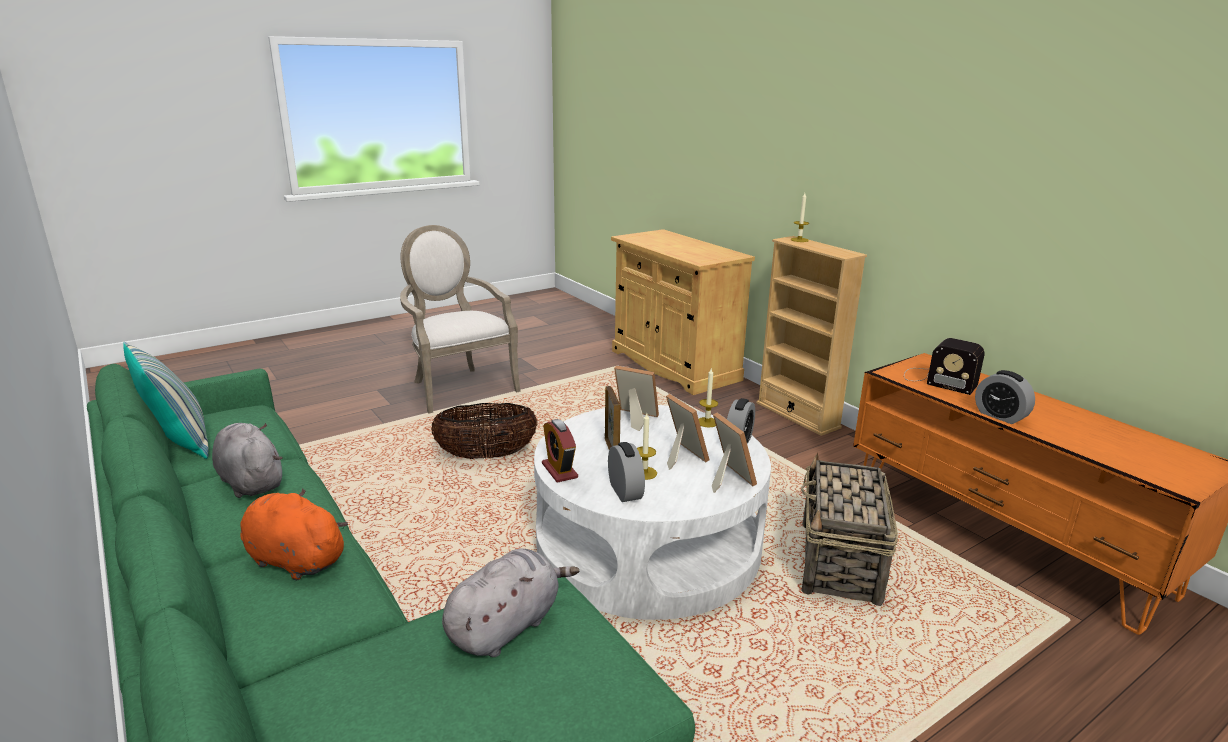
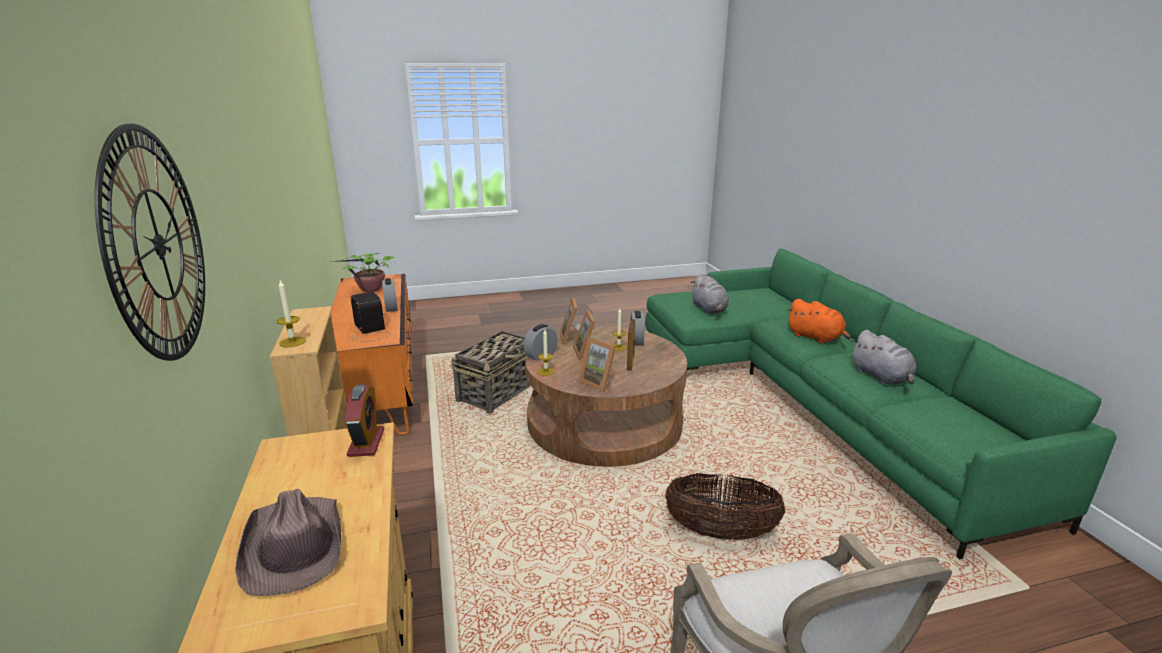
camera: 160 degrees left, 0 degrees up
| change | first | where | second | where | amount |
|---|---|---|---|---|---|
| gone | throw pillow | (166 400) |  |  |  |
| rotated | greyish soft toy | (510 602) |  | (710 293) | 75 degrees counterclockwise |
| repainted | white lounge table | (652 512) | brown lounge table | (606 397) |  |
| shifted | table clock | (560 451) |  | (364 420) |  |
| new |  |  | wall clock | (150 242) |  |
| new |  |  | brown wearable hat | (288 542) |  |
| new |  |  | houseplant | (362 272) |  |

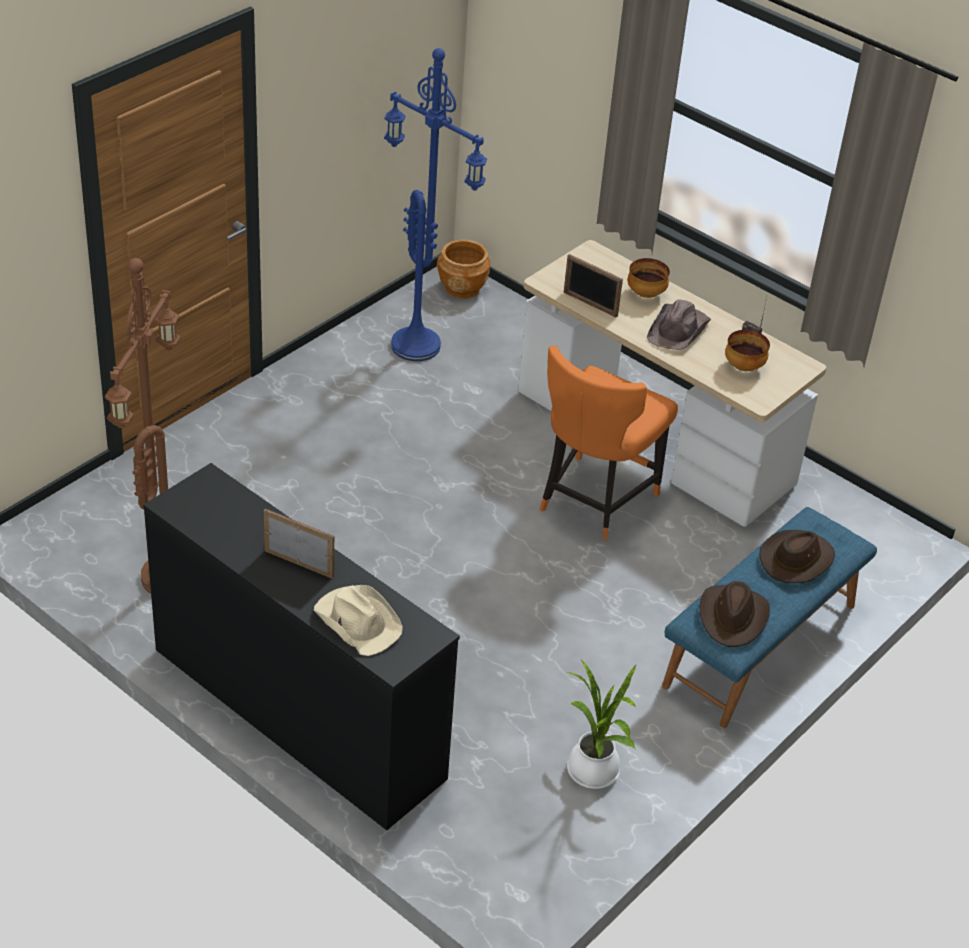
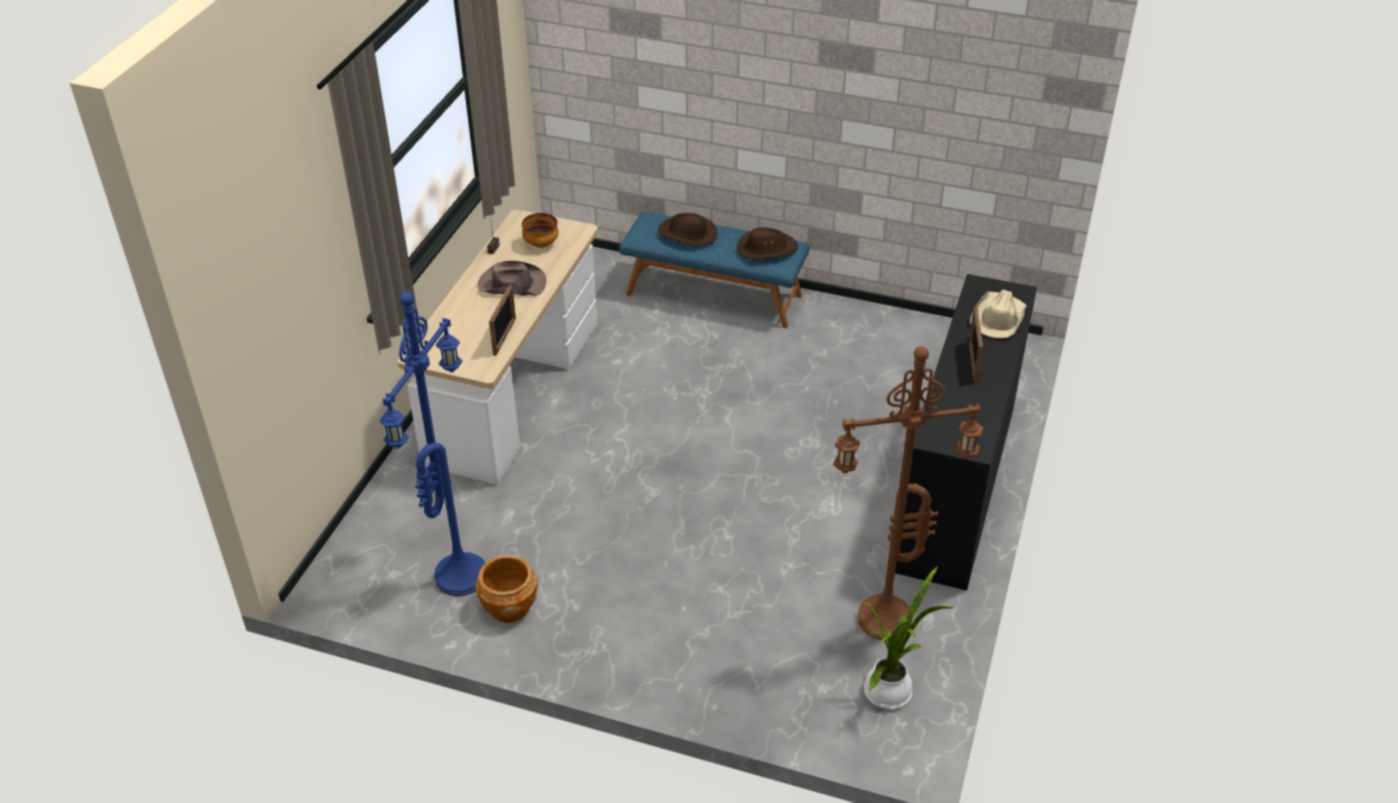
camera: 110 degrees left, 0 degrees up
| change | first | where | second | where | amount |
|---|---|---|---|---|---|
| shifted | brown flower pot | (464 269) |  | (507 589) |  |
| gone | orange-coloured upright chair | (609 443) |  |  |  |
| shifted | houseplant | (602 724) |  | (908 637) |  |
| gone | bowl | (649 278) |  |  |  |

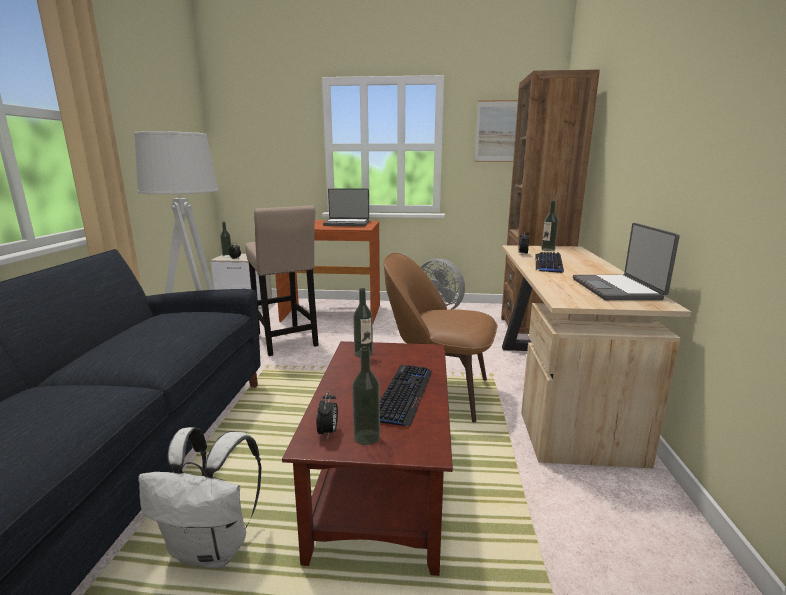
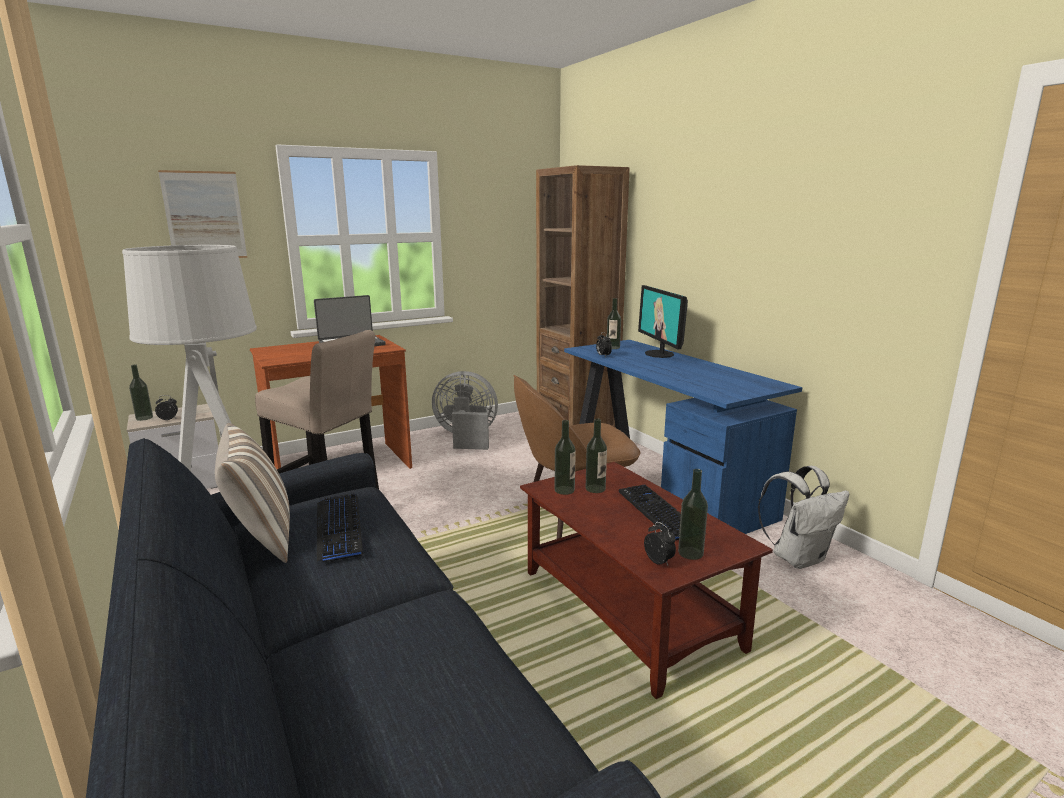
camera: 35 degrees left, 0 degrees up
| change | first | where | second | where | amount |
|---|---|---|---|---|---|
| shifted | white rucksack | (200 497) |  | (803 517) |  |
| shifted | picture | (496 131) |  | (202 214) |  |
| repainted | beige-coloured desk | (596 357) | blue desk | (683 437) |  |
| shifted | computer keyboard | (549 262) |  | (340 528) |  |
| gone | portable computer | (626 261) |  |  |  |
| new |  |  | throw pillow | (252 493) |  |
| new |  |  | beverage bottle | (596 456) |  |
| new |  |  | monitor | (663 321) |  |

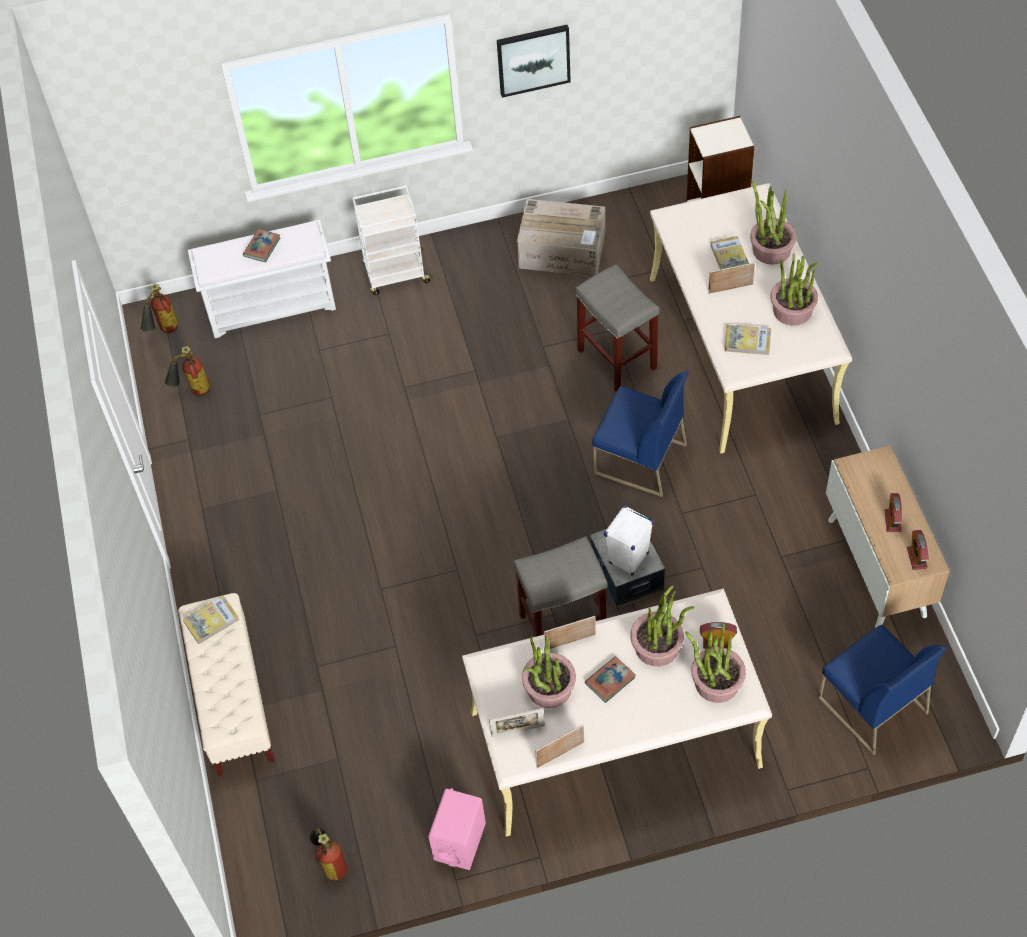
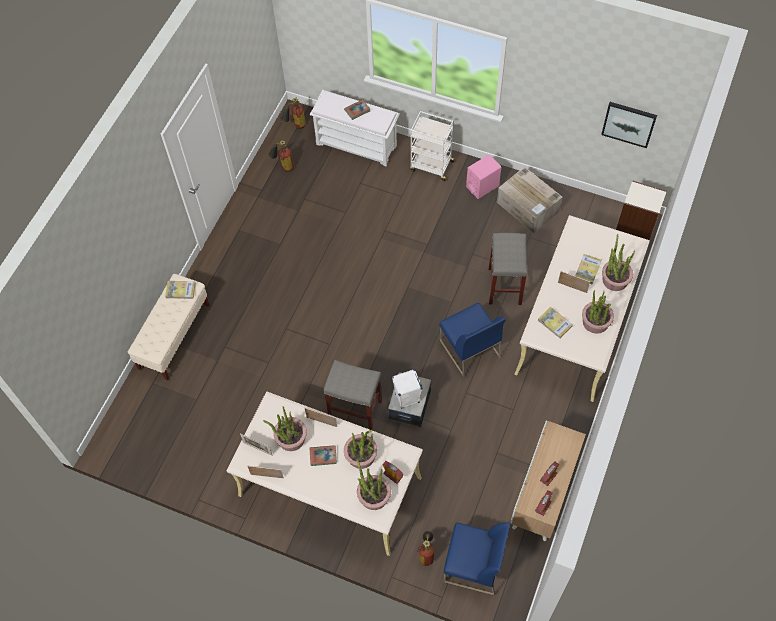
camera: 35 degrees right, 5 degrees up
| change | first | where | second | where | amount |
|---|---|---|---|---|---|
| shifted | fire extinguisher | (328 854) |  | (426 548) |  |
| shifted | pink-coloured audio speaker | (457 829) |  | (483 176) |  |
| shifted | picture | (534 61) |  | (629 125) |  |
| rotated | blue upright chair | (882 690) |  | (476 559) | 75 degrees counterclockwise |

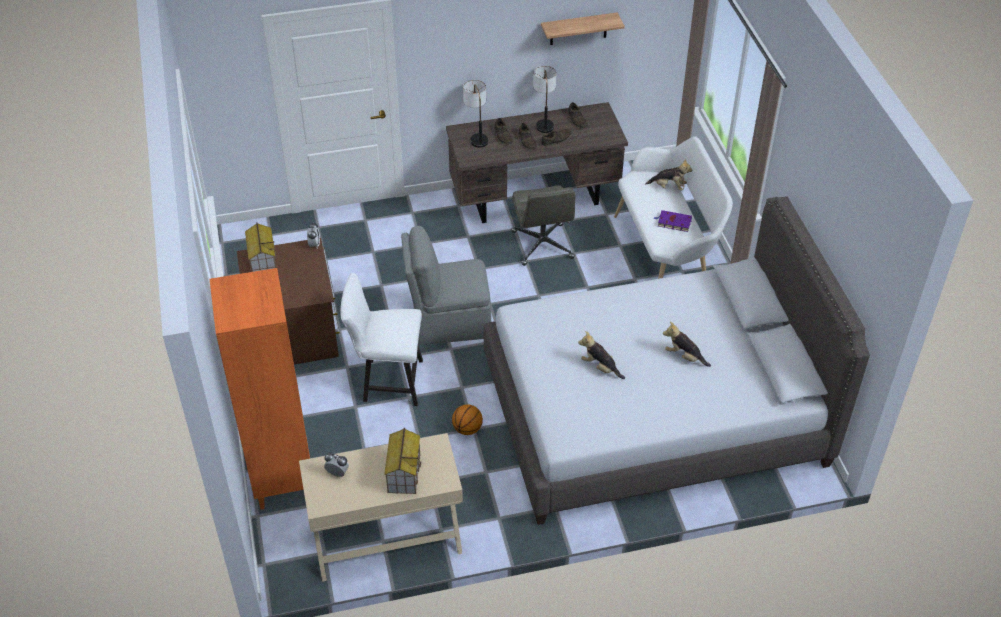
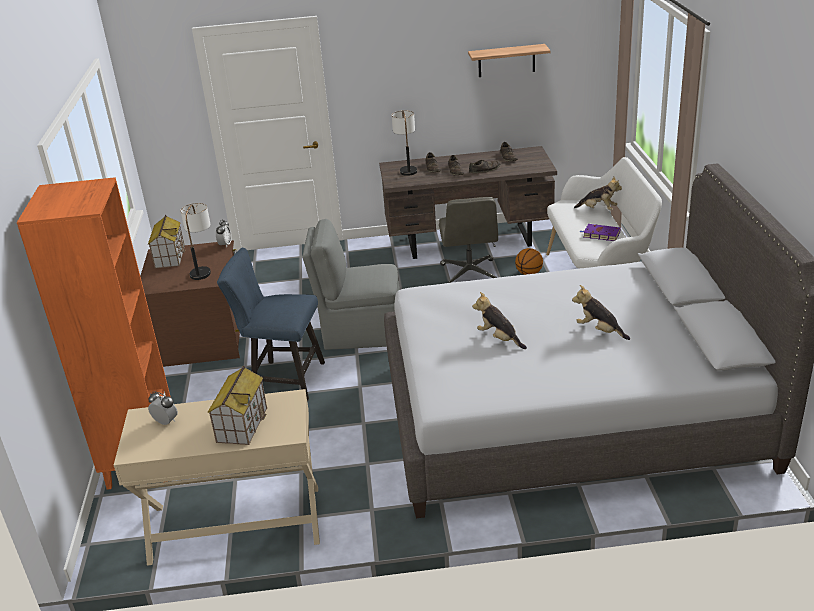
camera: 10 degrees right, 15 degrees down
| change | first | where | second | where | amount |
|---|---|---|---|---|---|
| repainted | white upright chair | (381 339) | blue upright chair | (271 324) |  |
| shifted | basketball | (467 419) |  | (529 261) |  |
| shifted | lamp for a table | (544 99) |  | (195 241) |  |

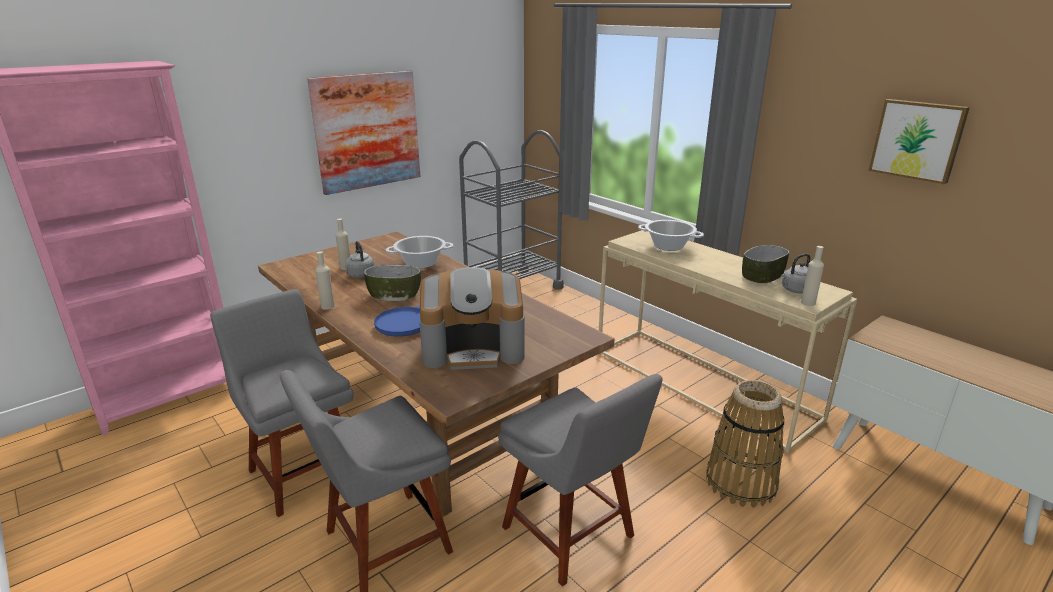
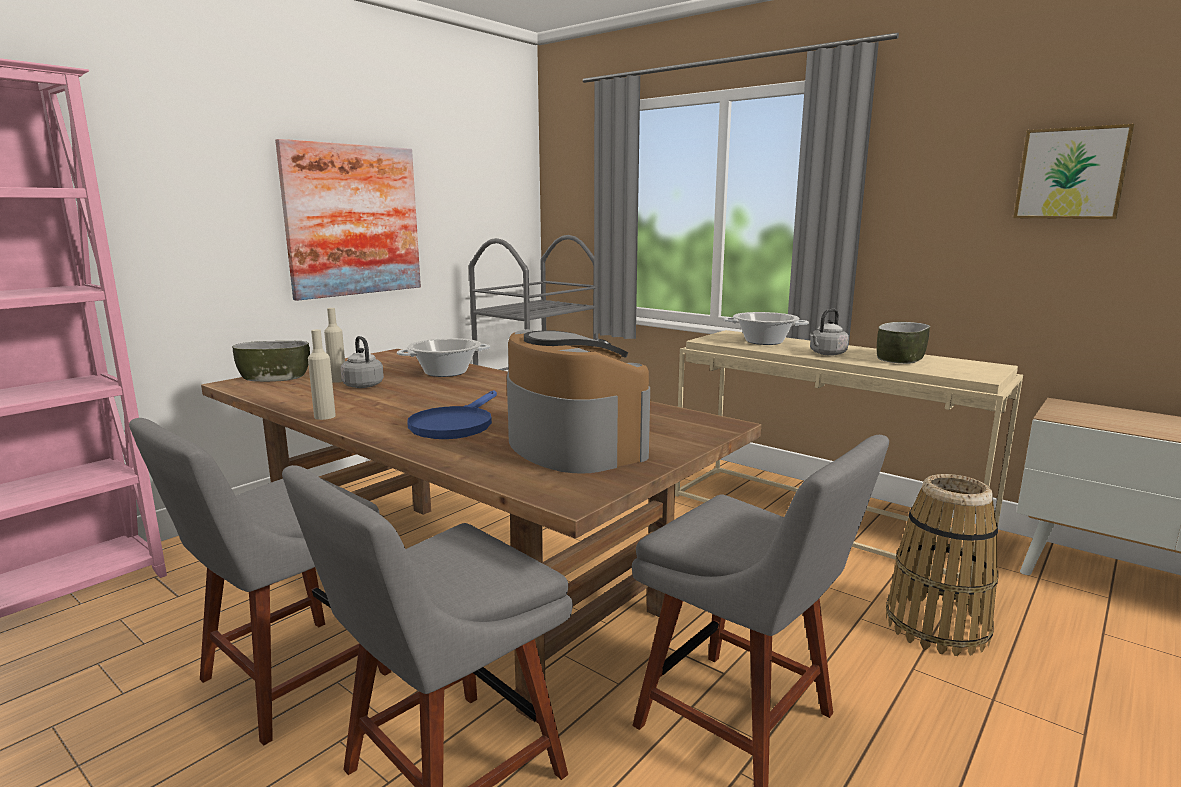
camera: 10 degrees left, 10 degrees down
| change | first | where | second | where | amount |
|---|---|---|---|---|---|
| rotated | greyish upright chair | (281 403) |  | (260 581) | 90 degrees counterclockwise |
| shifted | bowl | (392 283) |  | (271 361) |  |
| rotated | coffee machine | (471 318) |  | (578 401) | 105 degrees counterclockwise |
| shifted | greyish kettle | (795 273) |  | (829 332) |  |
| gone | beige-coloured beverage bottle | (812 276) |  |  |  |

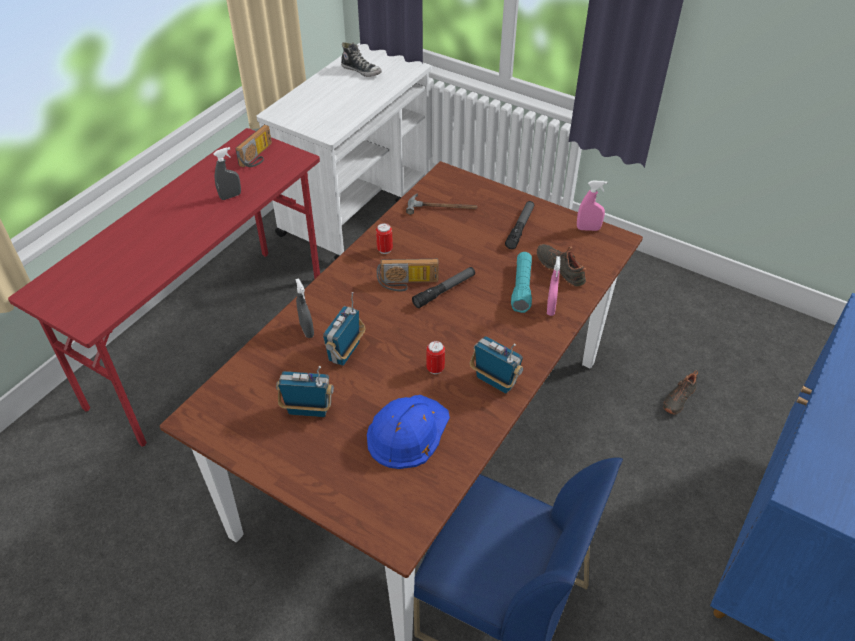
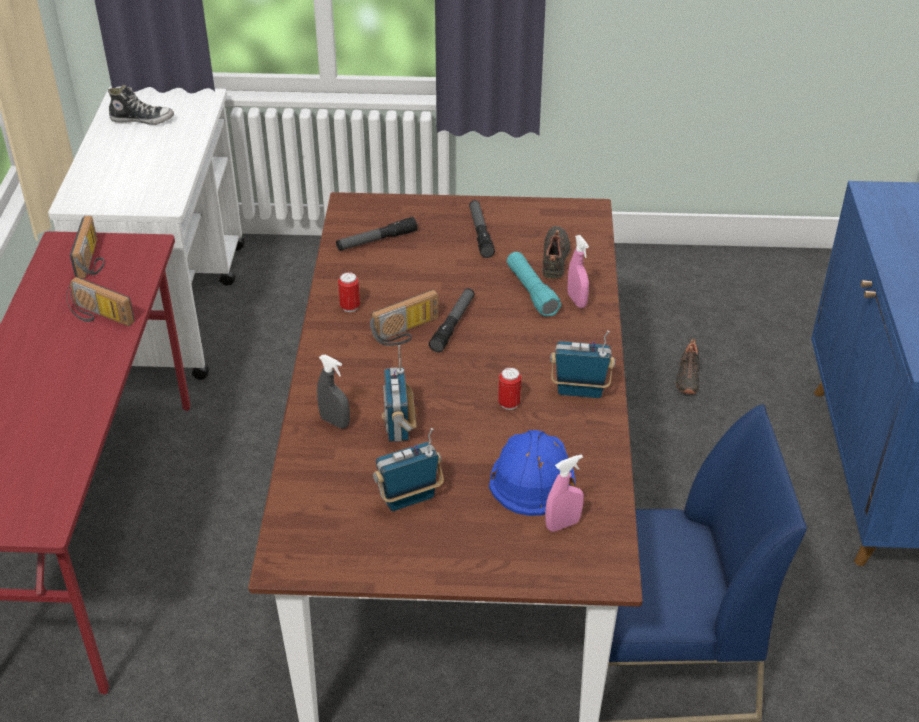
camera: 30 degrees left, 5 degrees down
| change | first | where | second | where | amount |
|---|---|---|---|---|---|
| swapped | greyish spray bottle | (227 173) | radio set | (101 301) |  |
| swapped | tool hammer | (441 204) | hand torch | (377 234) |  |
| rotated | black-coloured item of footwear | (561 265) |  | (556 253) | 75 degrees clockwise |
| shifted | pink-coloured spray bottle | (592 206) |  | (564 493) |  |

